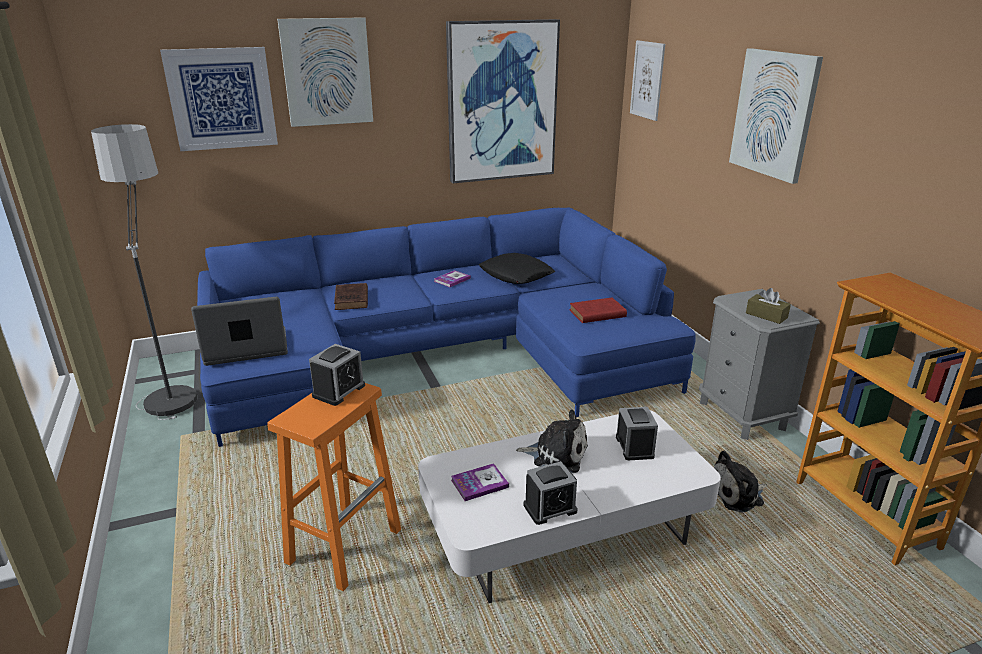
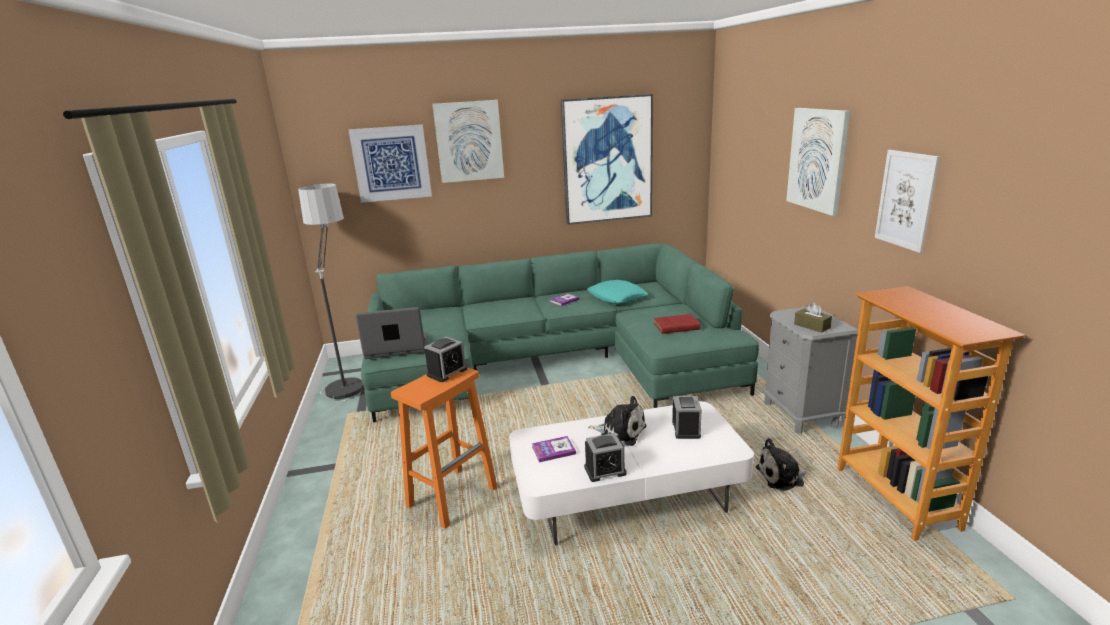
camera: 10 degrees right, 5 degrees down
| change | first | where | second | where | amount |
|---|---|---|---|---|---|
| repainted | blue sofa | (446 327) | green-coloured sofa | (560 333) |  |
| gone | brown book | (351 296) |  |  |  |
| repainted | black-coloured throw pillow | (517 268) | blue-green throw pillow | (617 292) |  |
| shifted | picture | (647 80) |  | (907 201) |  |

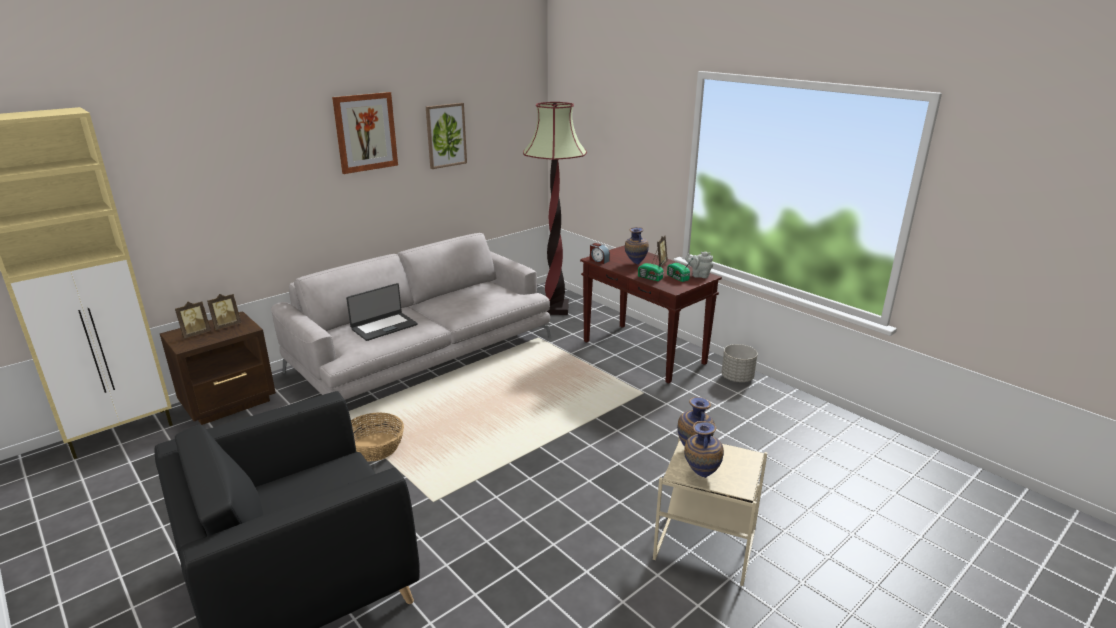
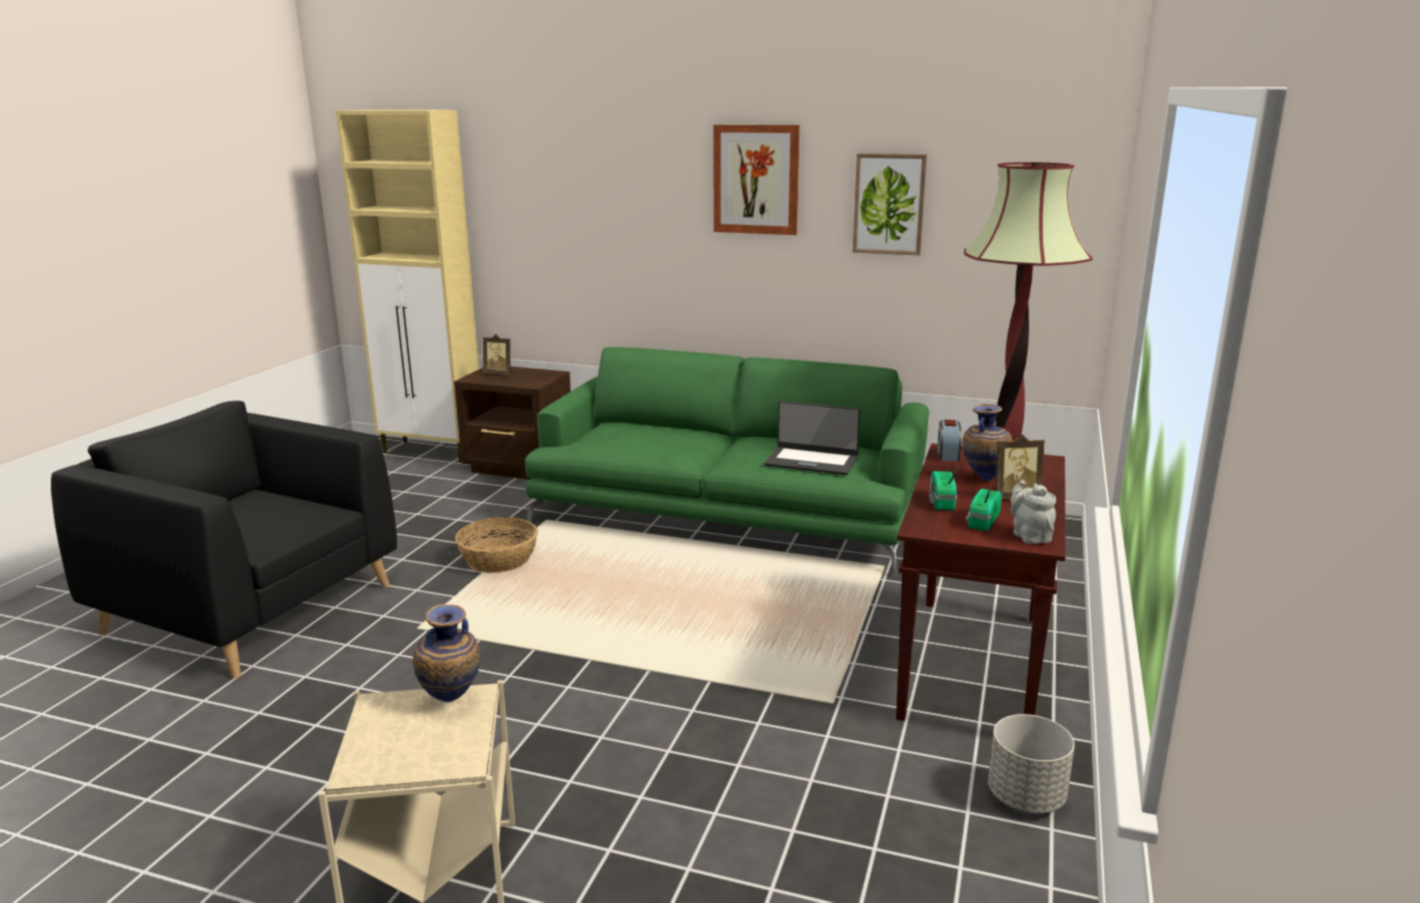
camera: 60 degrees right, 5 degrees down
| change | first | where | second | where | amount |
|---|---|---|---|---|---|
| gone | photo frame | (224 312) |  |  |  |
| repainted | greyish sofa | (411 316) | green-coloured sofa | (727 462) |  |
| shifted | portable computer | (382 312) |  | (812 438) |  |
| gone | decorative vase | (704 449) |  |  |  |

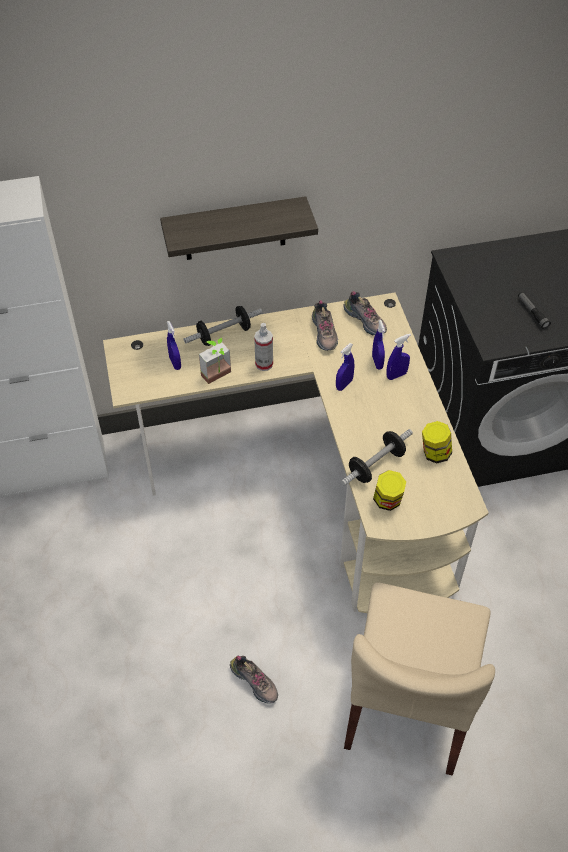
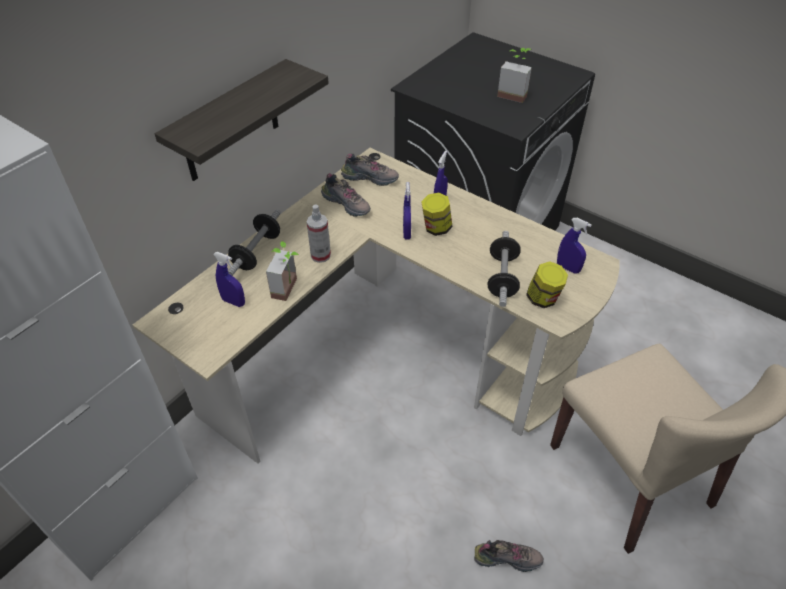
camera: 40 degrees left, 5 degrees down
| change | first | where | second | where | amount |
|---|---|---|---|---|---|
| shifted | blue spray bottle | (378 344) |  | (574 246) |  |
| shifted | jar | (437 442) |  | (436 214) |  |
| swapped | hand torch | (534 310) | houseplant | (514 75) |  |

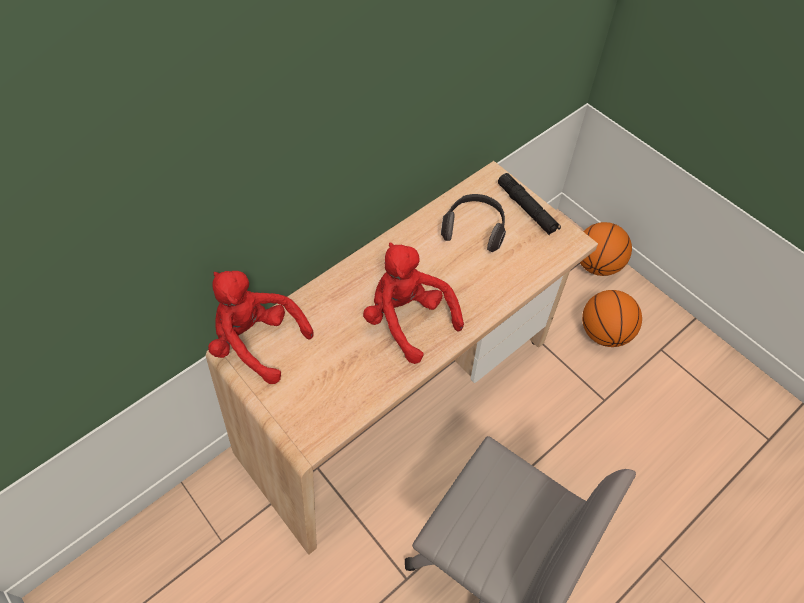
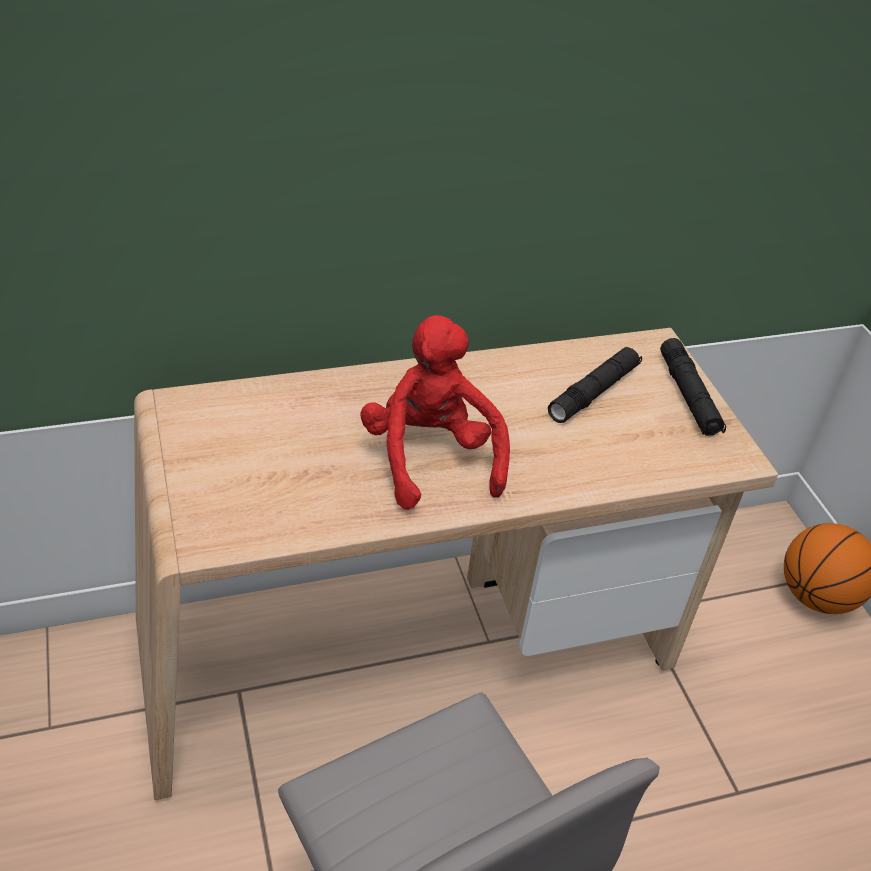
camera: 20 degrees right, 15 degrees down
| change | first | where | second | where | amount |
|---|---|---|---|---|---|
| gone | red soft toy | (261 327) |  |  |  |
| swapped | headphones | (473 223) | black-coloured hand torch | (595 385) |  |
| gone | basketball | (612 318) |  |  |  |

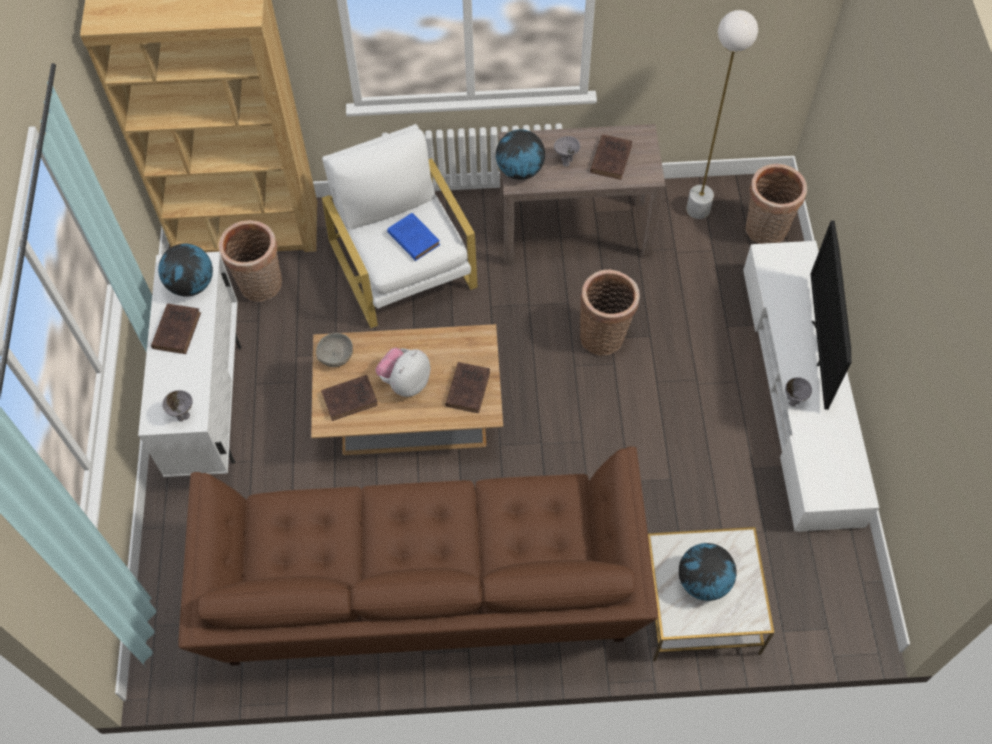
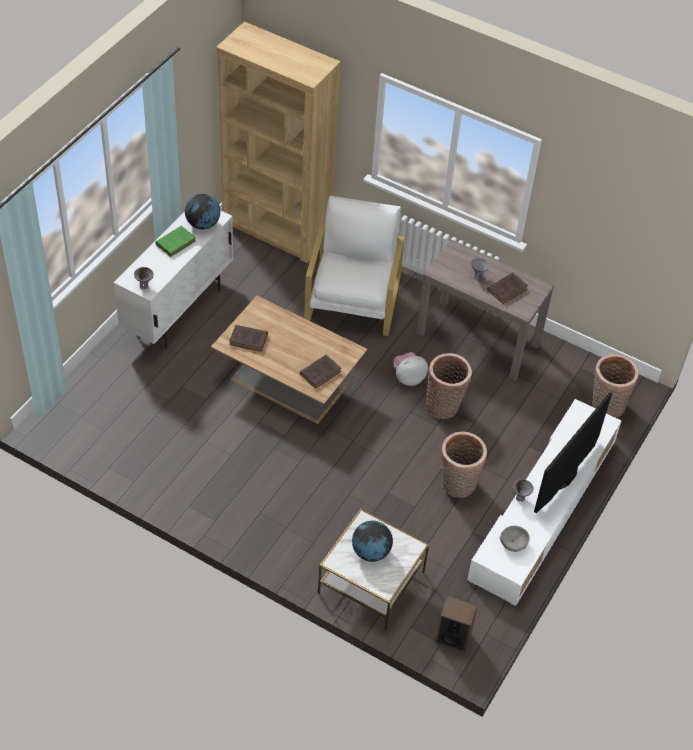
camera: 30 degrees right, 10 degrees down
| change | first | where | second | where | amount |
|---|---|---|---|---|---|
| repainted | brown book | (176 329) | green-coloured book | (175 241) |  |
| gone | brown sofa | (418 556) |  |  |  |
| shifted | storage basket | (250 261) |  | (464 465) |  |
| shifted | greyish bowl | (334 350) |  | (514 539) |  |
| shifted | soft toy | (403 372) |  | (410 369) |  |
| gone | blue book | (413 237) |  |  |  |
| gone | world globe | (520 154) |  |  |  |
| gone | white standard lamp | (722 114) |  |  |  |
| new |  |  | audio speaker | (456 624) |  |

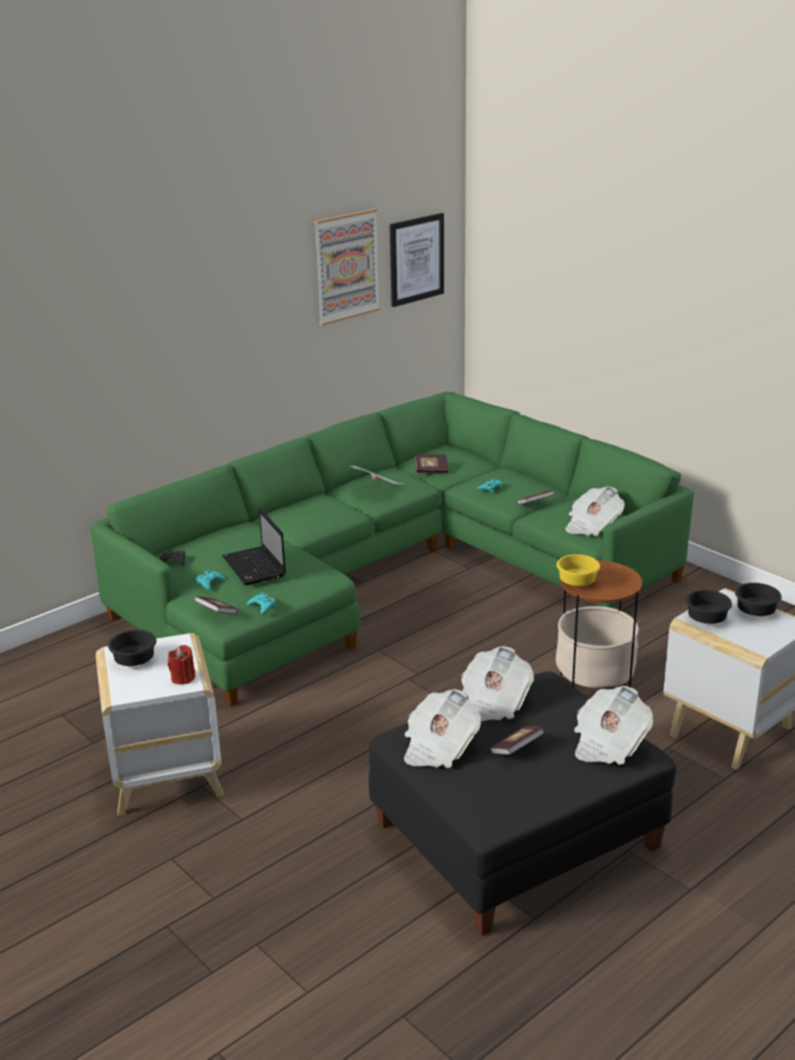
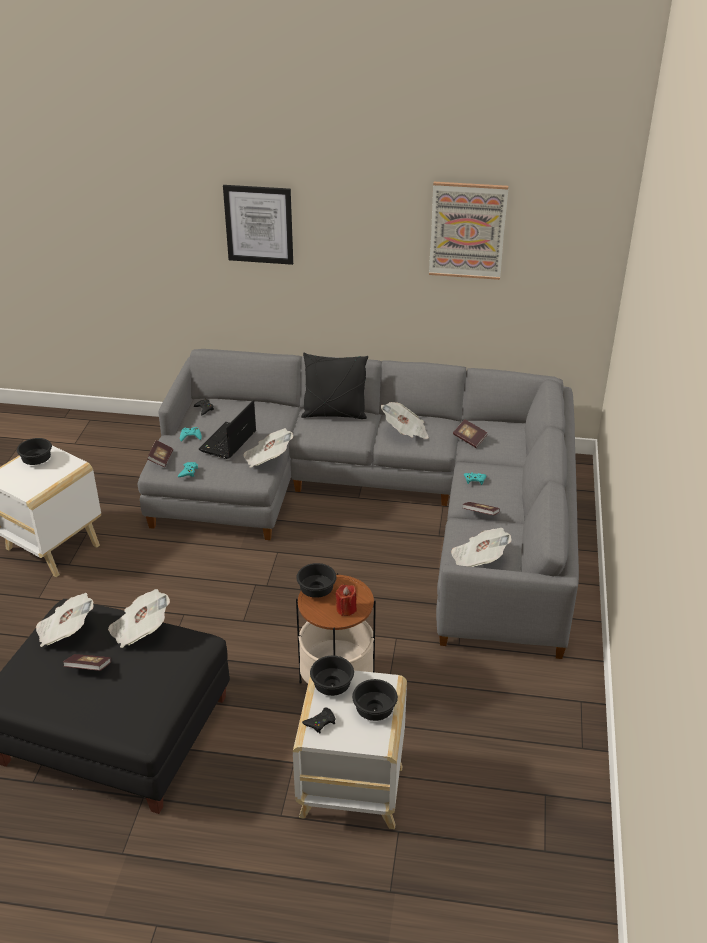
camera: 50 degrees right, 10 degrees up
| change | first | where | second | where | amount |
|---|---|---|---|---|---|
| repainted | green-coloured sofa | (392 549) | greyish sofa | (358 504) |  |
| shifted | red candle | (181 665) |  | (346 600) |  |
| shifted | picture | (417 260) |  | (258 225) |  |
| repainted | yellowish bowl | (578 570) | black-coloured bowl | (316 580) |  |
| shifted | daily paper | (613 725) |  | (268 448) |  |
| new |  |  | black-coloured throw pillow | (334 386) |  |
| new |  |  | black-coloured joypad | (318 720) |  |

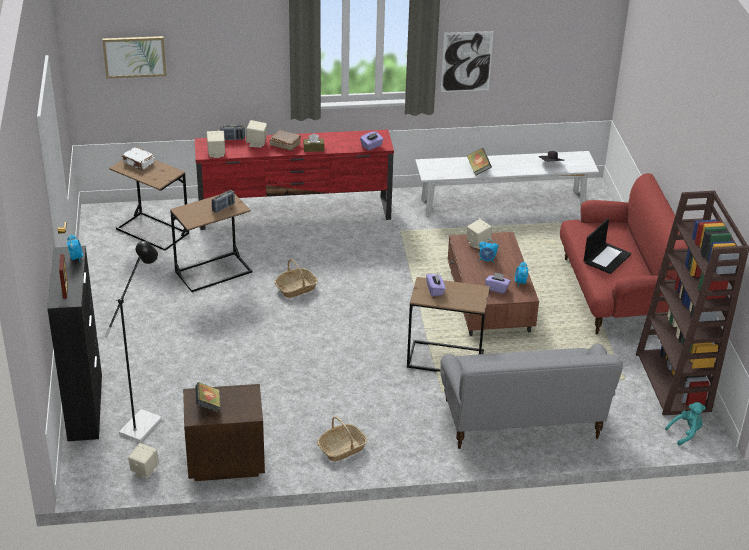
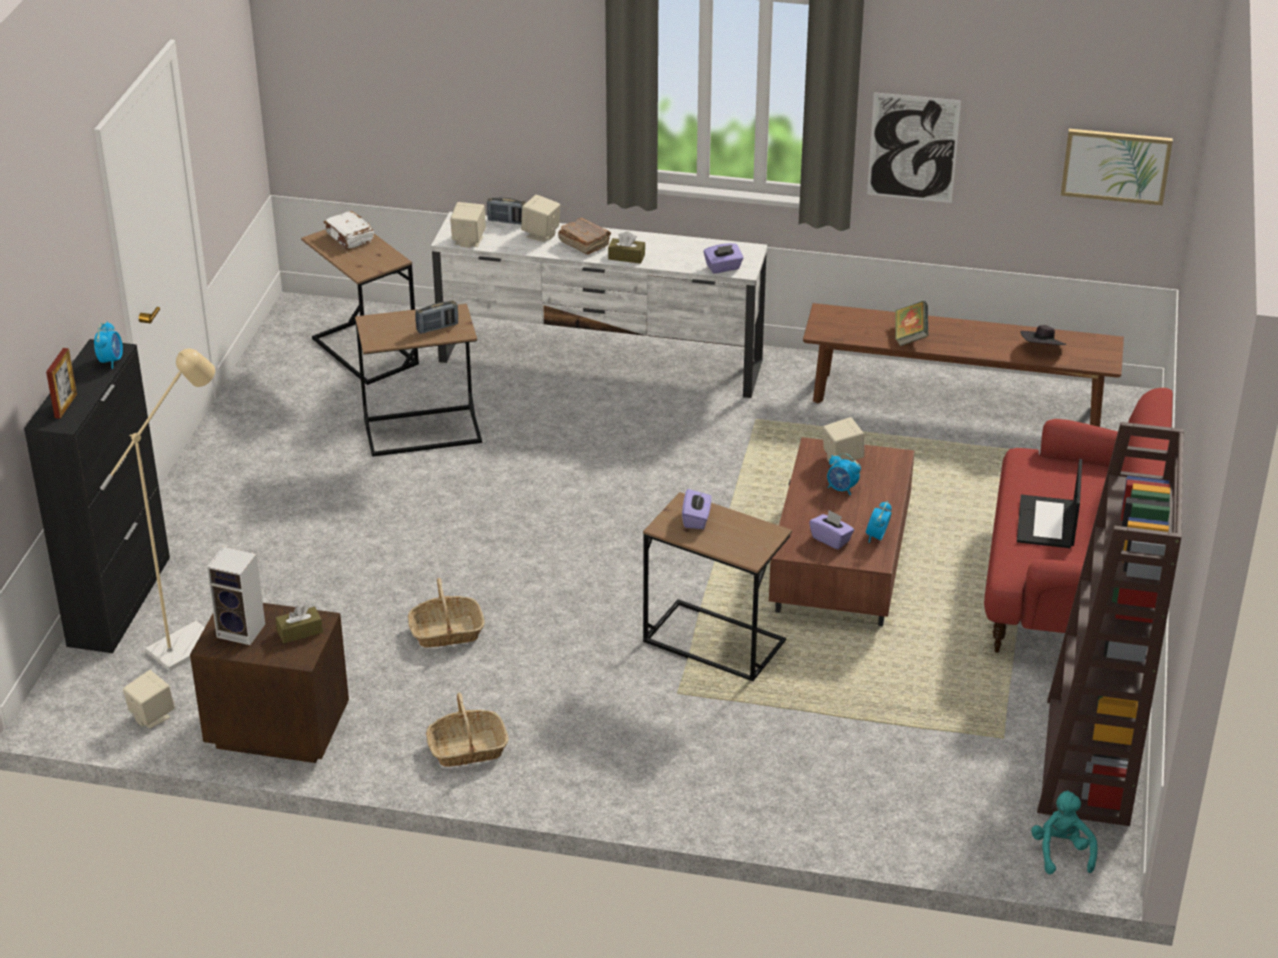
camera: 20 degrees right, 0 degrees up
| change | first | where | second | where | amount |
|---|---|---|---|---|---|
| shifted | picture | (134 57) |  | (1117 167) |  |
| repainted | black-coloured standard lamp | (133 341) | beige-coloured standard lamp | (157 510) |  |
| repainted | red tv unit | (294 180) | white tv unit | (599 305) |  |
| swapped | book | (208 397) | audio speaker | (236 596) |  |
| shifted | storage basket | (296 278) |  | (446 613) |  |
| repainted | white long seat | (507 183) | brown long seat | (963 365) |  |
| gone | greyish sofa | (531 396) |  |  |  |
| rotated | portable computer | (607 246) |  | (1049 503) | 135 degrees clockwise |
| rotated | blue-green soft toy | (685 424) |  | (1064 832) | 90 degrees counterclockwise |
| new |  |  | brown tissue box | (299 624) |  |

